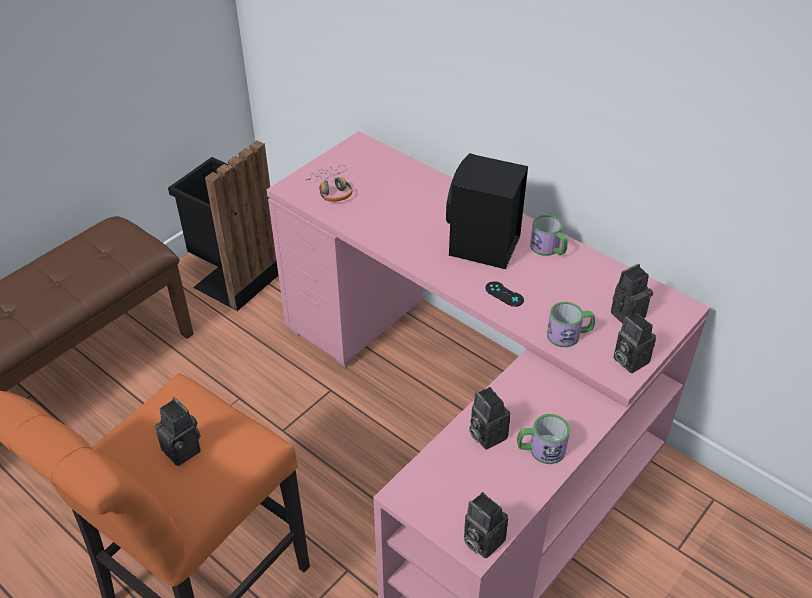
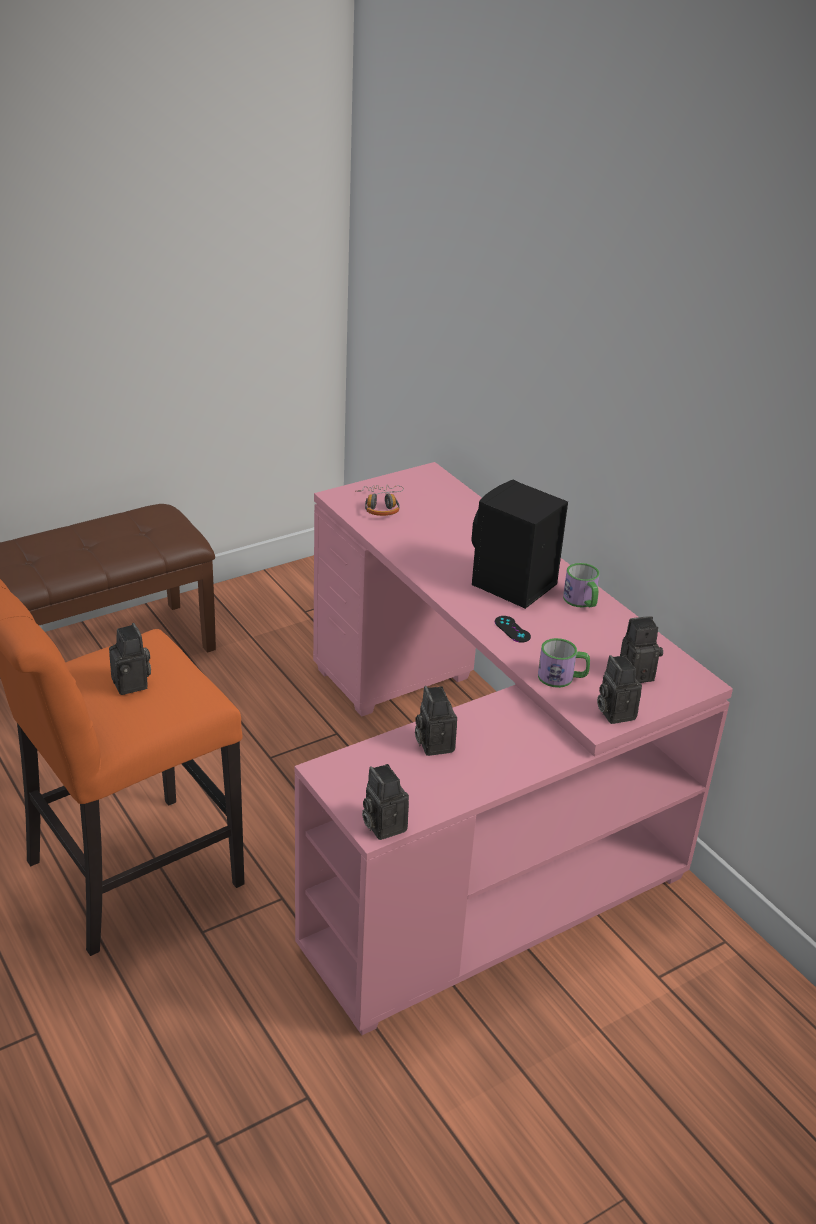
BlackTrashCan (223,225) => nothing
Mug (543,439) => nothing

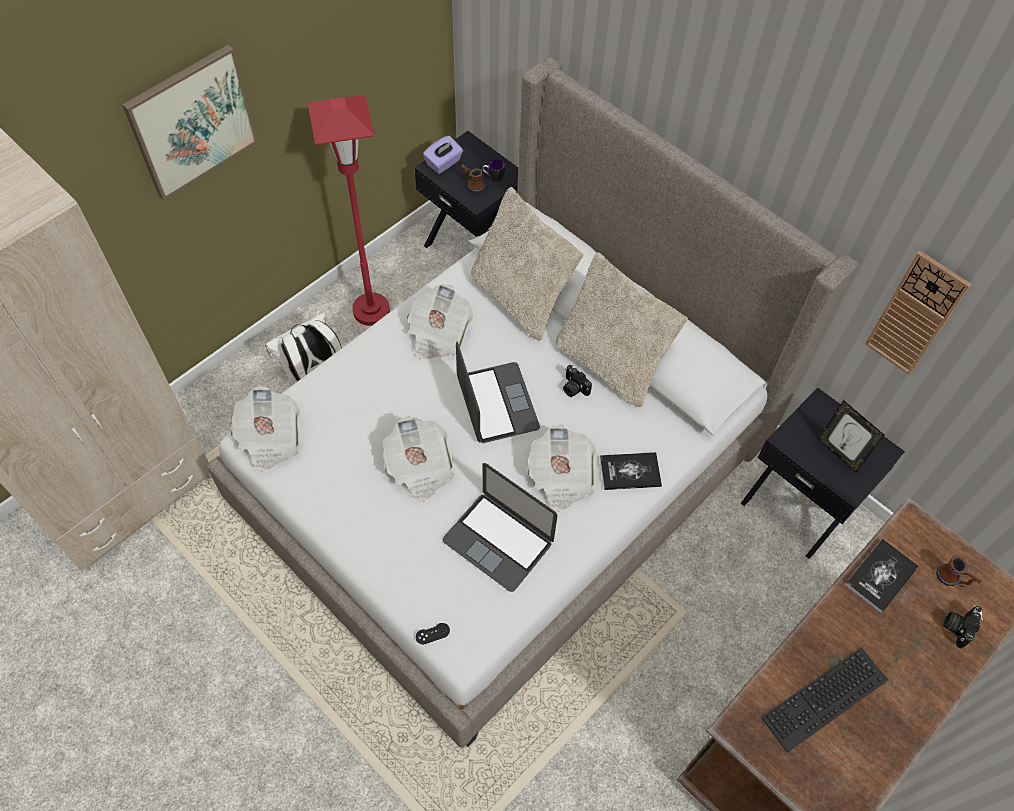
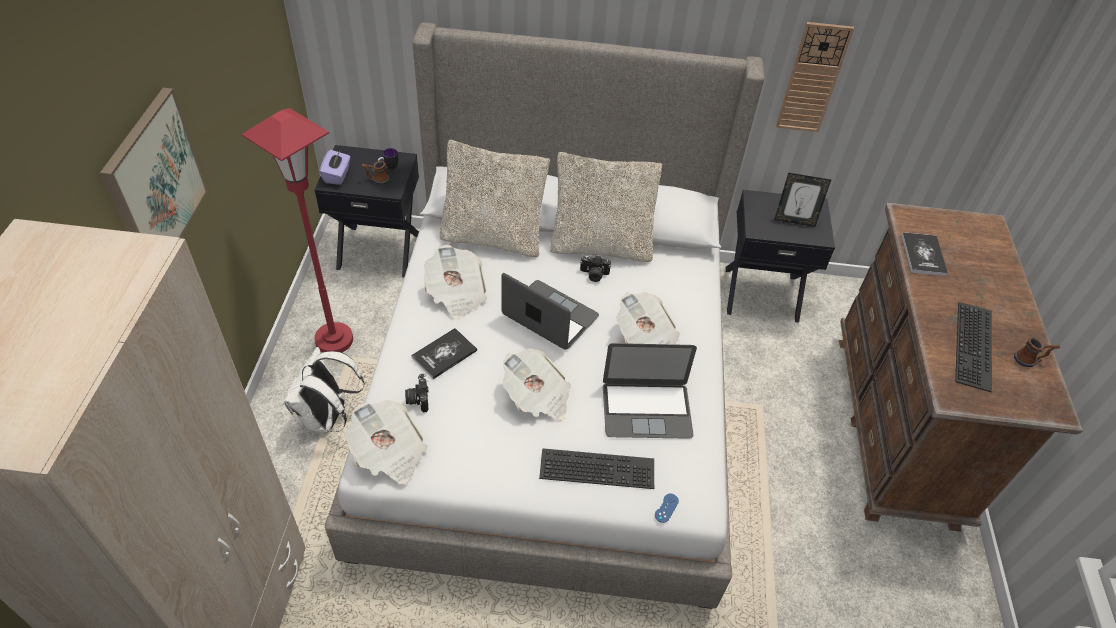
PhotoCamera (963,627) => PhotoCamera (416,393), shifted
Book (631,471) => Book (444,353), shifted
nothing => Keyboard (596,468)
BlackGameController (433,634) => BlueGameController (667,508)
Mug (959,571) => Mug (1037,352), shifted

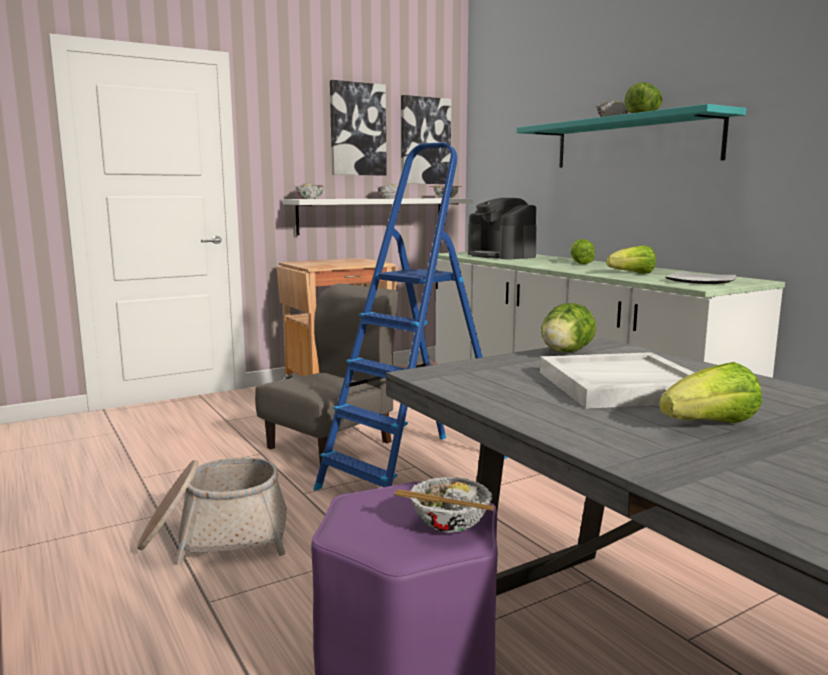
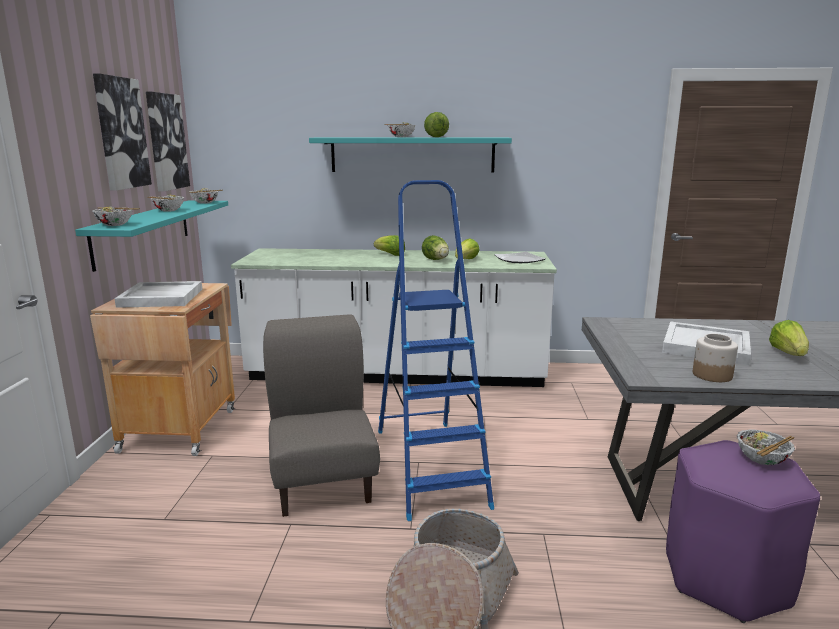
WhiteShelf (377,216) => TurquoiseShelf (151,236)
nothing => WhiteTray (158,294)
Lettuce (568,327) => Lettuce (435,247), shifted
nothing => Jar (715,358)
CoffeeMachine (502,228) => nothing

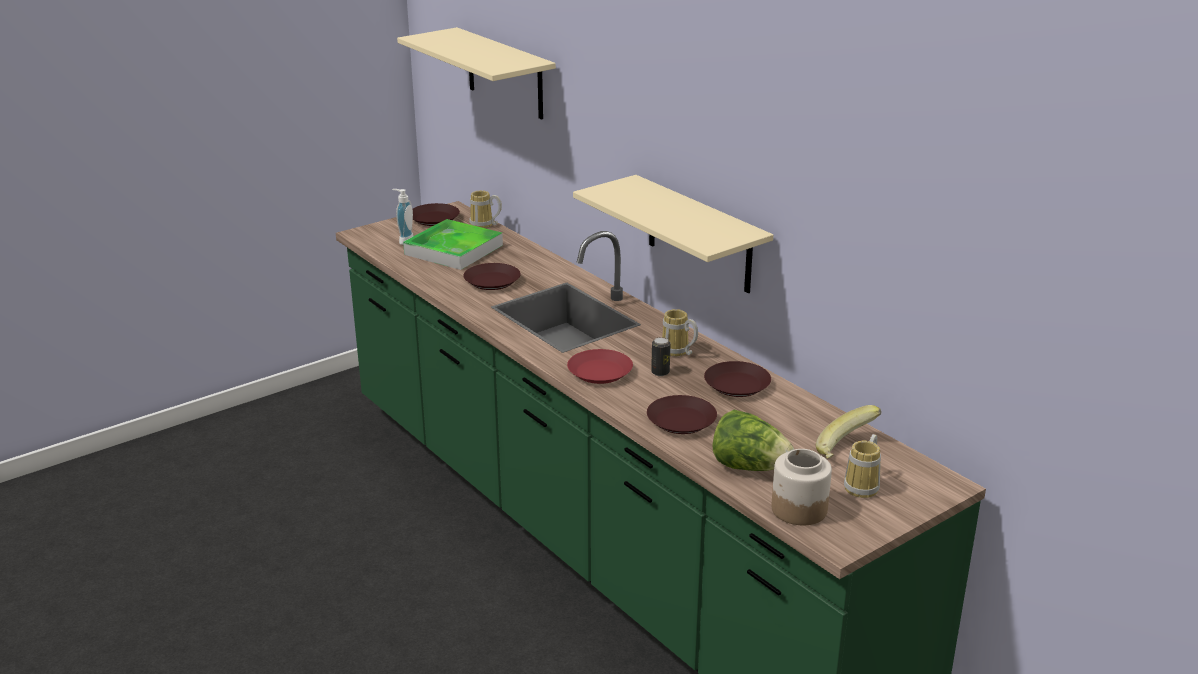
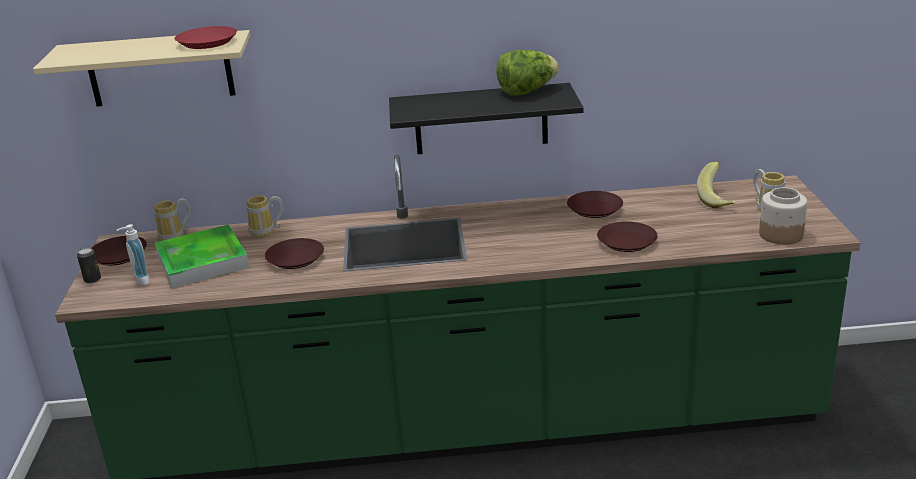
Can (661,356) => Can (89,265), shifted
RedPlate (600,366) => RedPlate (206,37), shifted
Mug (680,332) => Mug (265,216), shifted
BeigeShelf (673,234) => BlackShelf (486,118)
Lettuce (753,440) => Lettuce (527,73), shifted

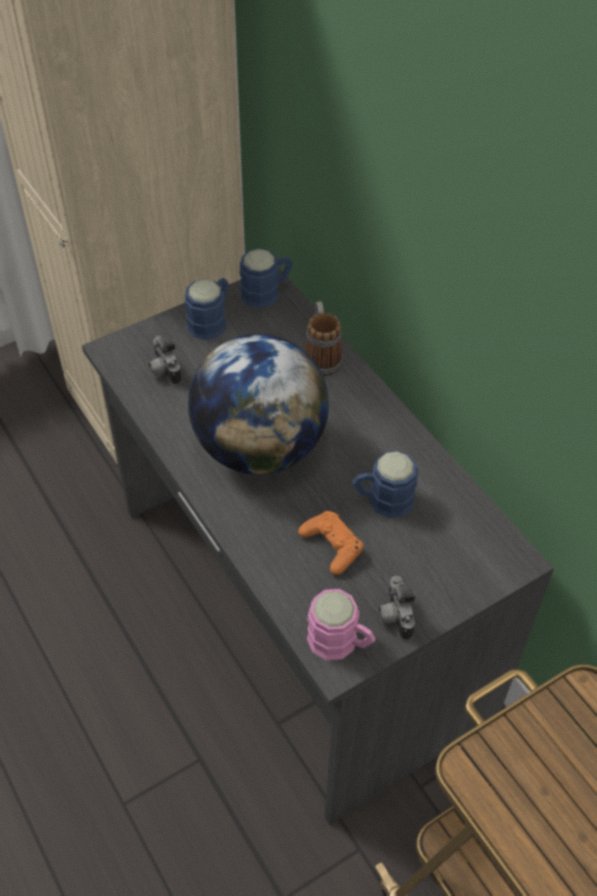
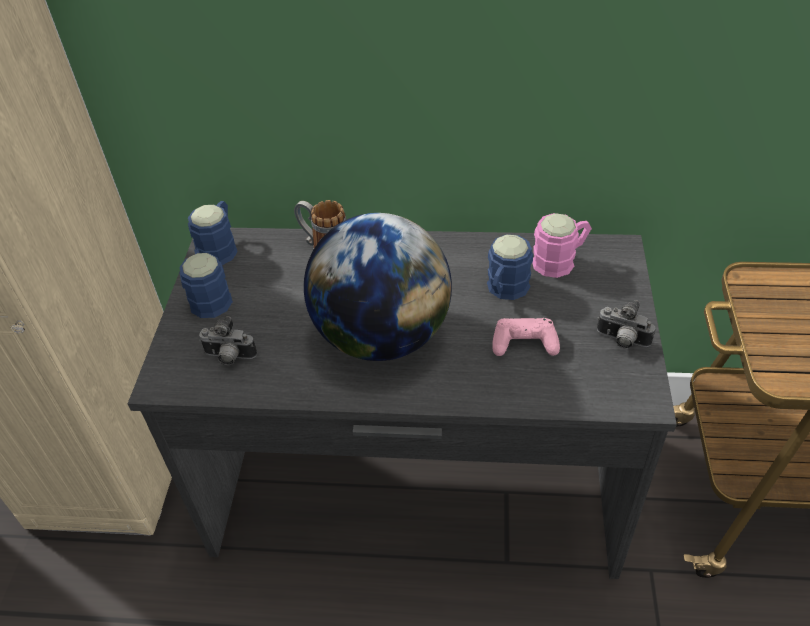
OrangeGameController (330,543) => PinkGameController (526,337)
PinkMug (341,624) => PinkMug (562,245), shifted

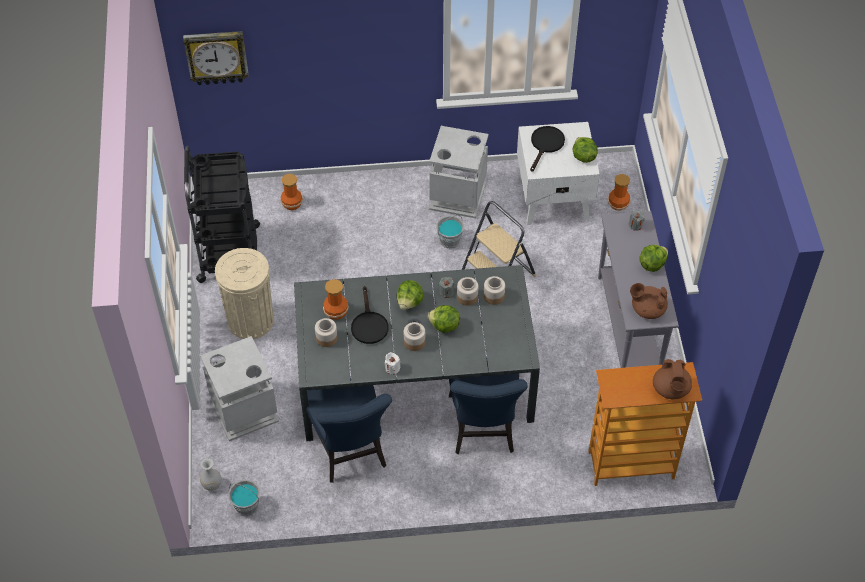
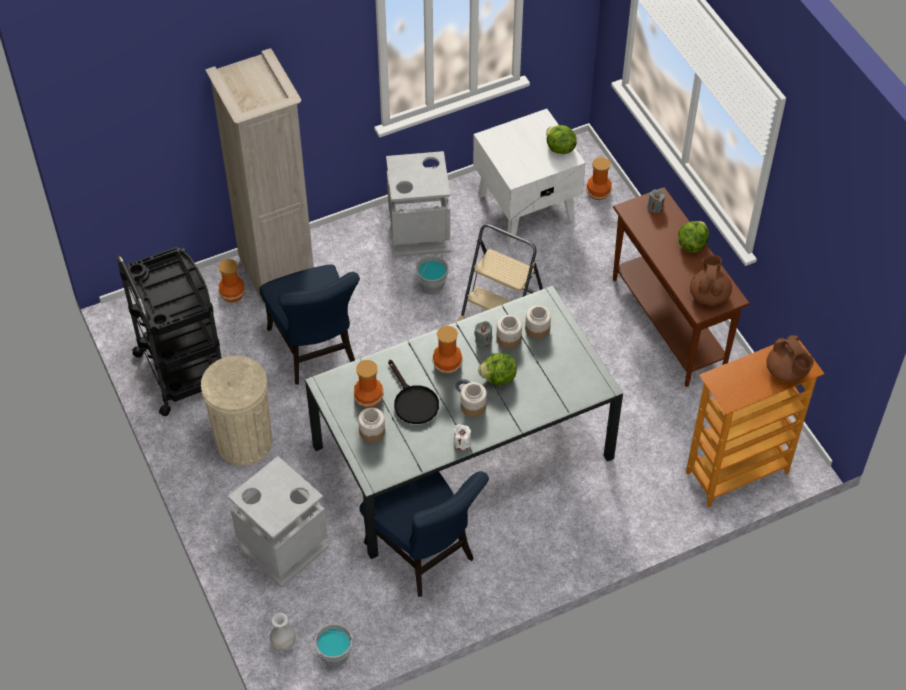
nothing => BeigeCabinet (259,177)
BlueChair (488,405) => BlueChair (309,324), shifted
Lettuce (410,295) => Vase (447,350)
GreyConsoleTable (638,289) => BrownConsoleTable (681,287)
BrownTeapot (649,301) => BrownTeapot (711,280), 105 degrees clockwise
WallClock (216,58) => nothing
BlackFryingPan (547,149) => nothing

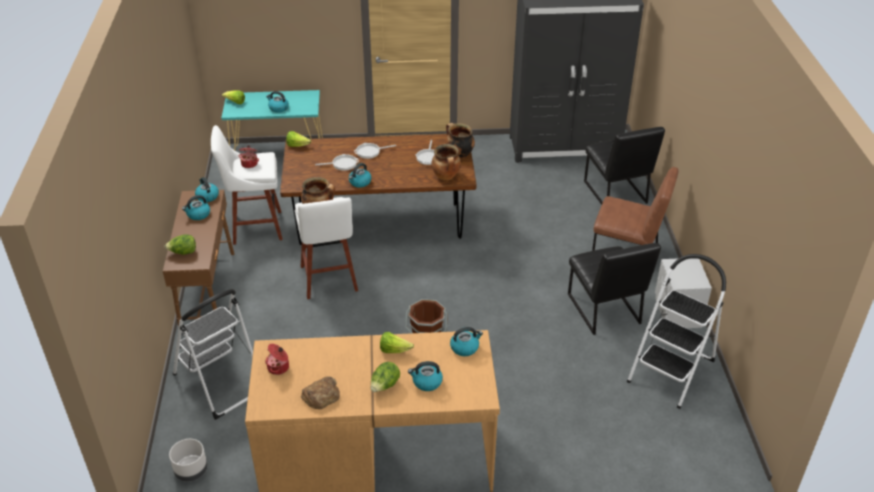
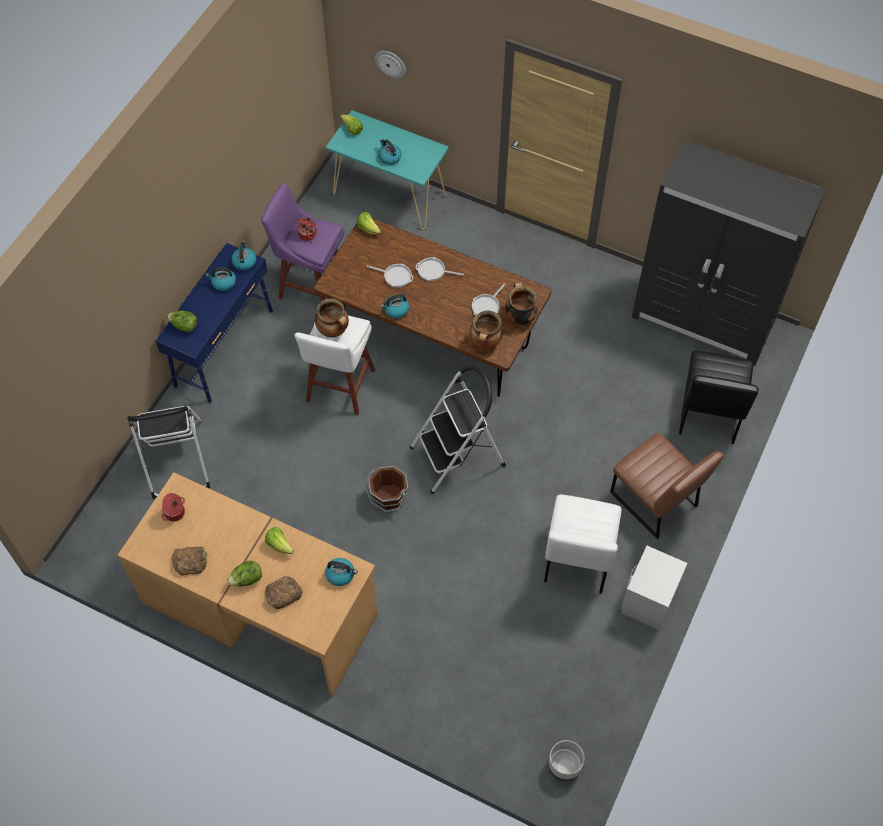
BrownConsoleTable (198,259) => BlueConsoleTable (214,323)
WhiteStool (247,185) => PurpleStool (302,242)
Kettle (425,376) => Bread (284,592)
nothing => WallClock (390,64)
StepLadder (676,331) => StepLadder (458,430), shifted
BlackChair (614,289) => WhiteChair (583,544)
GreyPlanter (188,460) => GreyPlanter (566,761), shifted

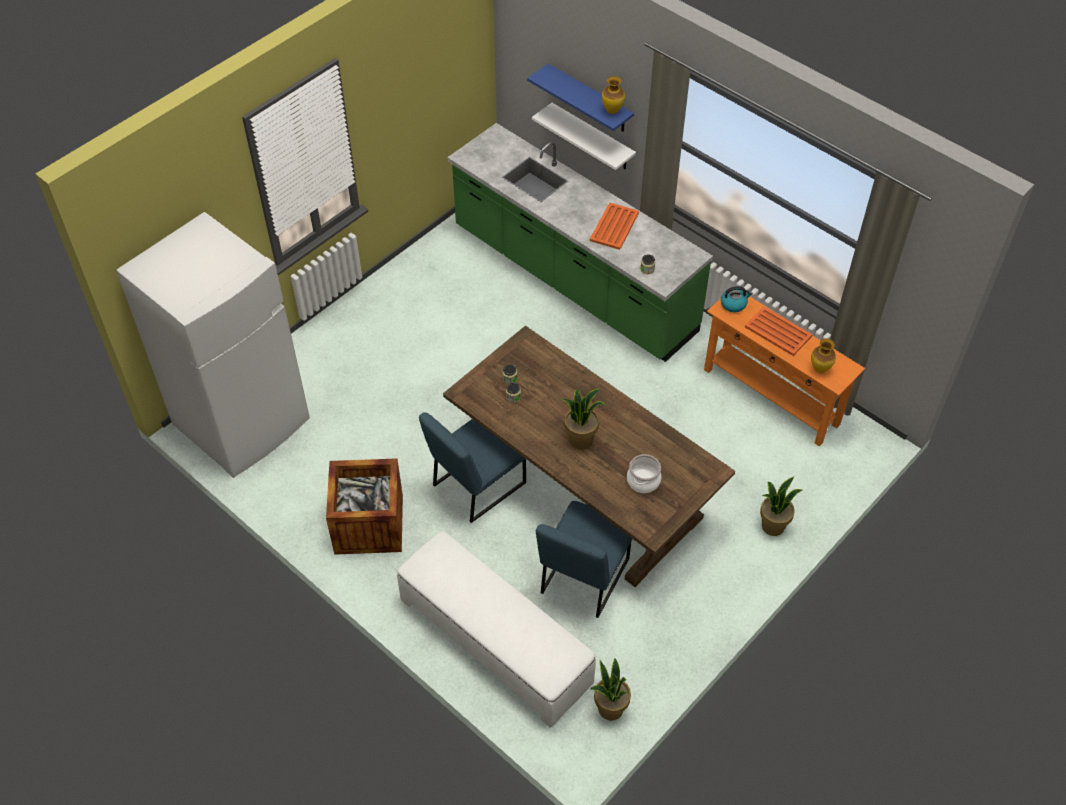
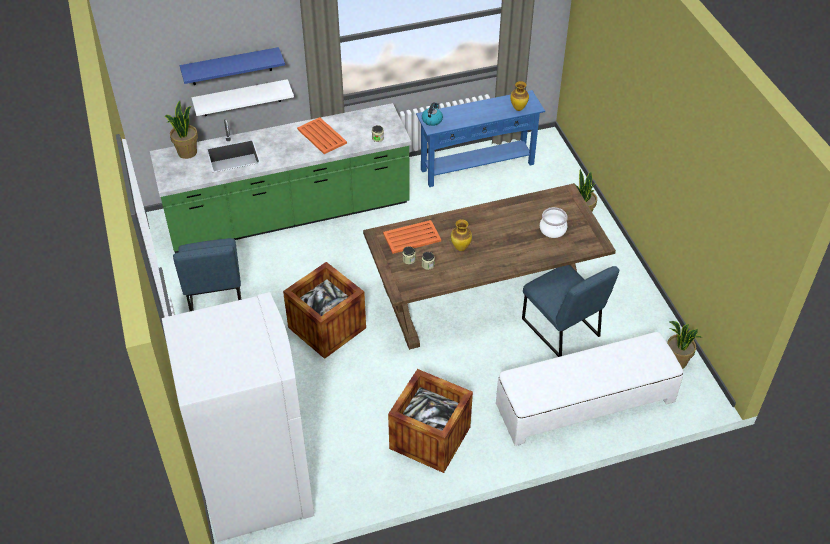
PottedPlant (583,419) => PottedPlant (181,130), shifted
BlueChair (472,468) => BlueChair (207,274), shifted
nothing => Crate (324,310)
OrangeTray (779,331) => OrangeTray (412,237), shifted
OrangeConsoleTable (784,371) => BlueConsoleTable (480,138)
Vase (613,95) => Vase (461,235), shifted

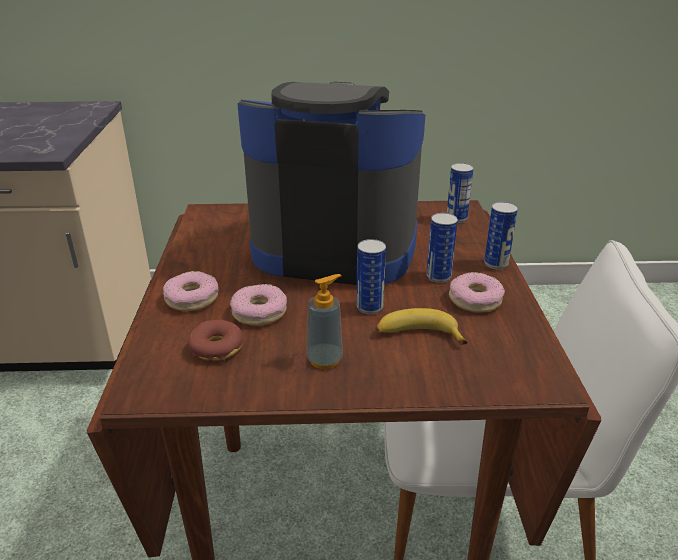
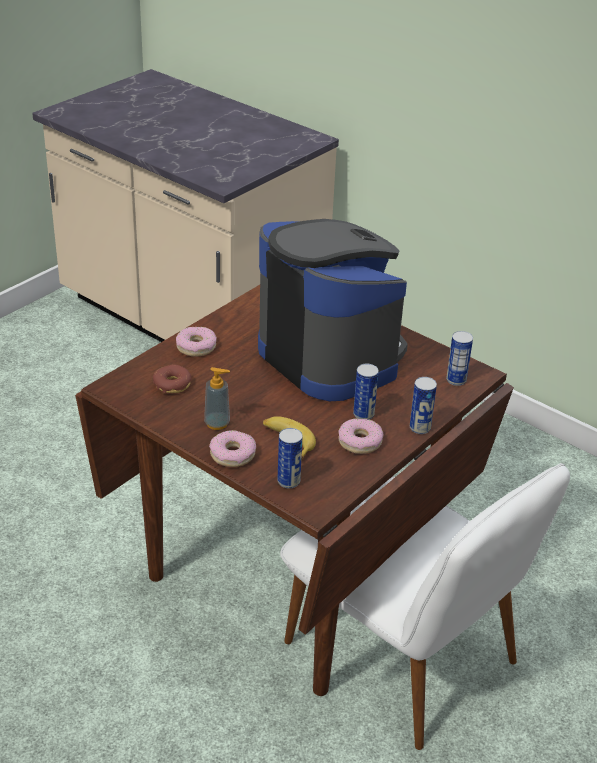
Donut (258,305) => Donut (232,448), shifted
Can (371,276) => Can (290,458), shifted

